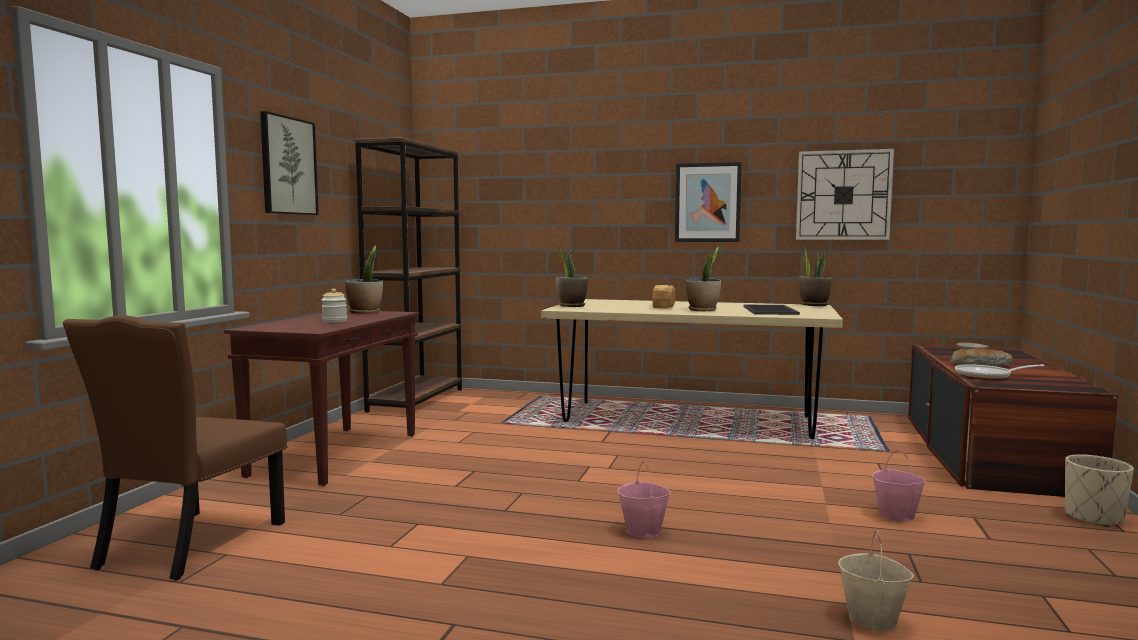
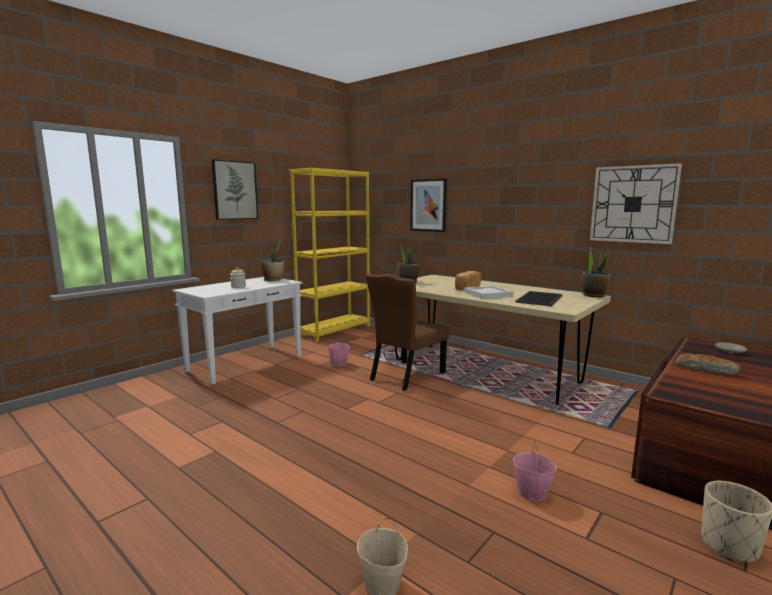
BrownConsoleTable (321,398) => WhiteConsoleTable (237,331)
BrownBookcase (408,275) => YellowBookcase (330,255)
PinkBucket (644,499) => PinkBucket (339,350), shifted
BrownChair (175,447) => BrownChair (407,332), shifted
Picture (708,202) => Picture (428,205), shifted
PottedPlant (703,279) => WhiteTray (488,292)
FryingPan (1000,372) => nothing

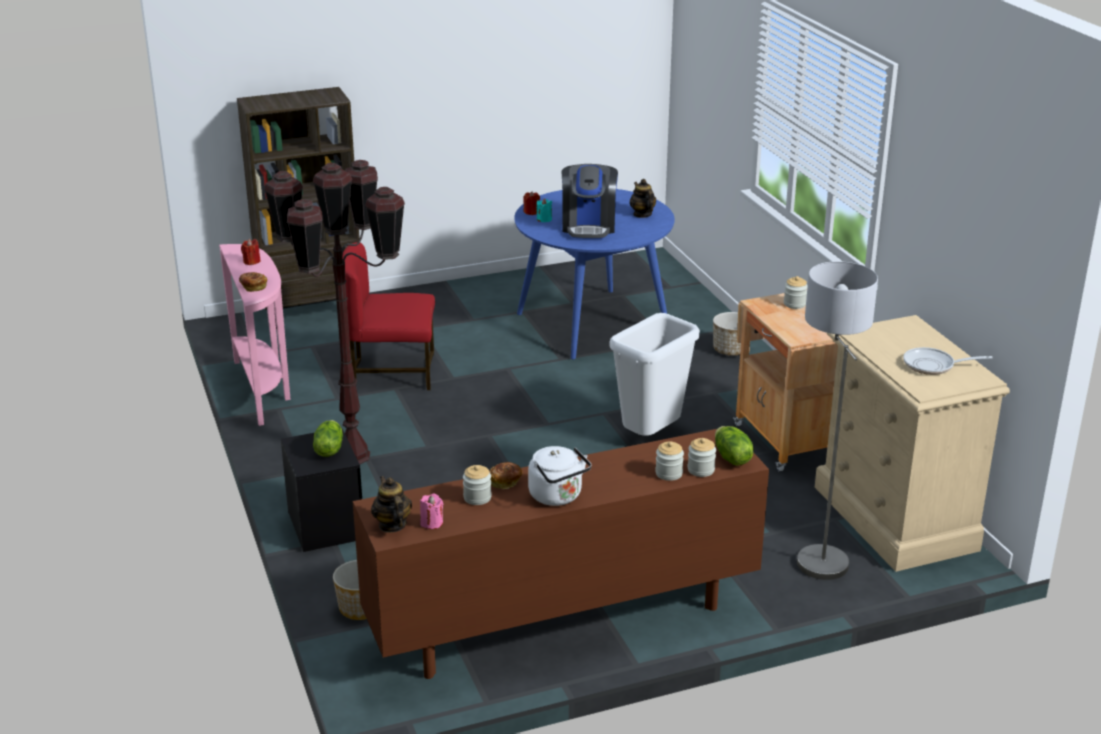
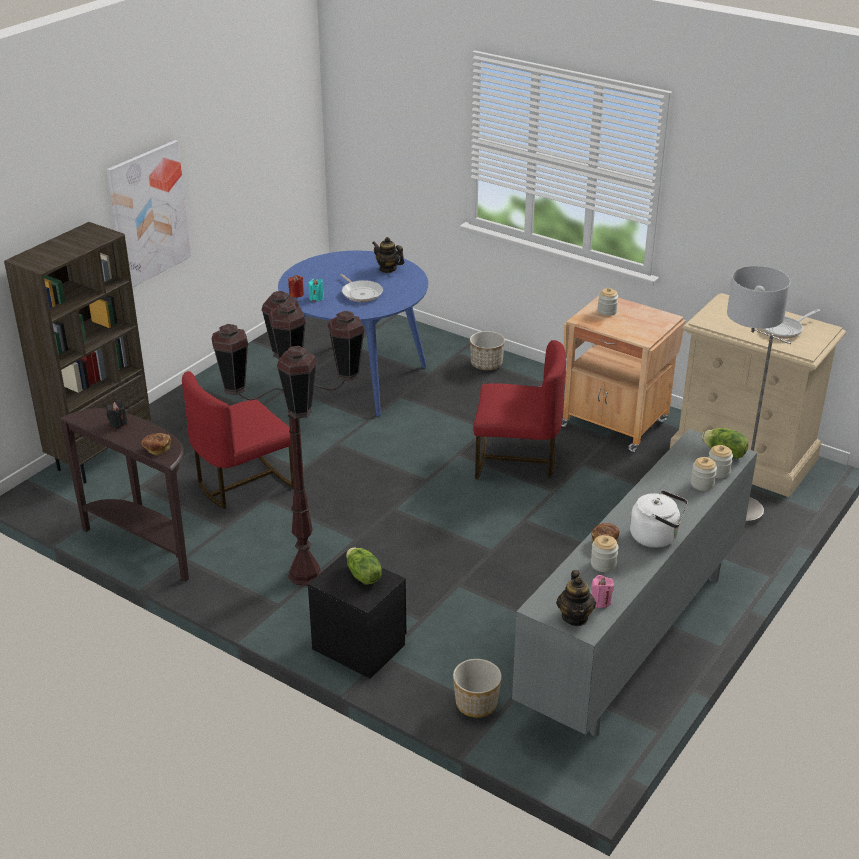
PinkConsoleTable (255,335) => BrownConsoleTable (123,495)
nothing => Picture (149,214)
RedCandle (251,252) => BlackCandle (117,414)
CoffeeMachine (589,201) => FryingPan (361,288)
WhiteTrashCan (654,374) => RedChair (519,409)
BrownCabinet (561,554) => GreyCabinet (634,582)
Teapot (391,504) => Teapot (576,598), 120 degrees counterclockwise

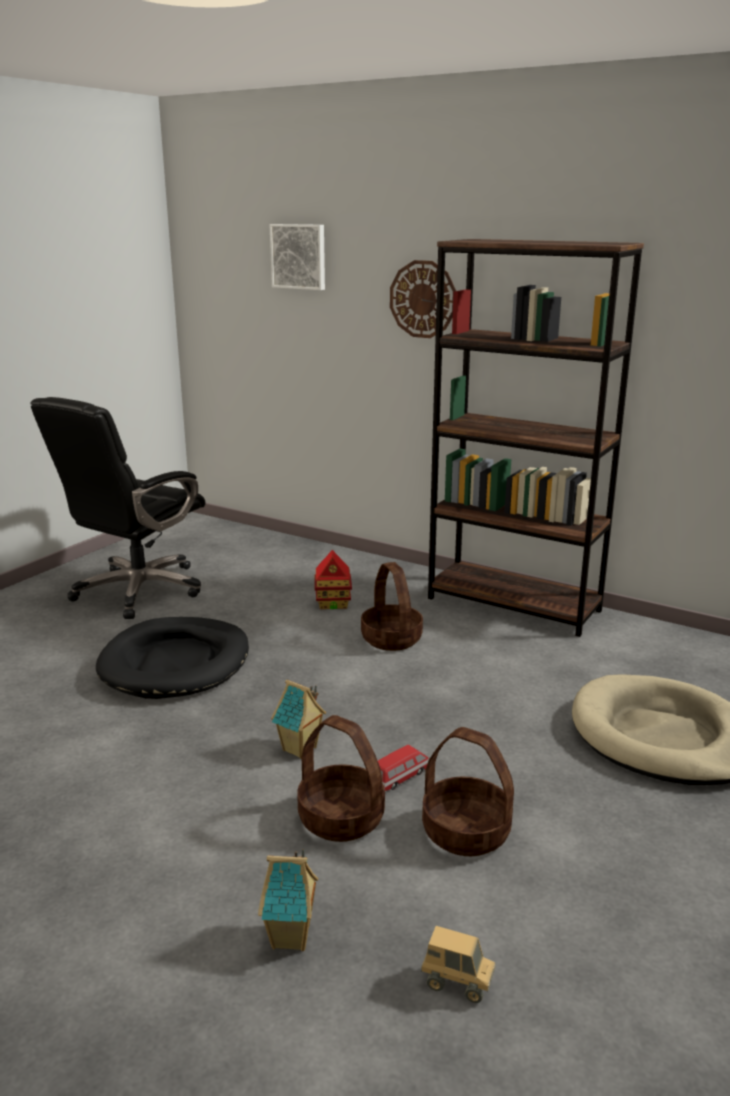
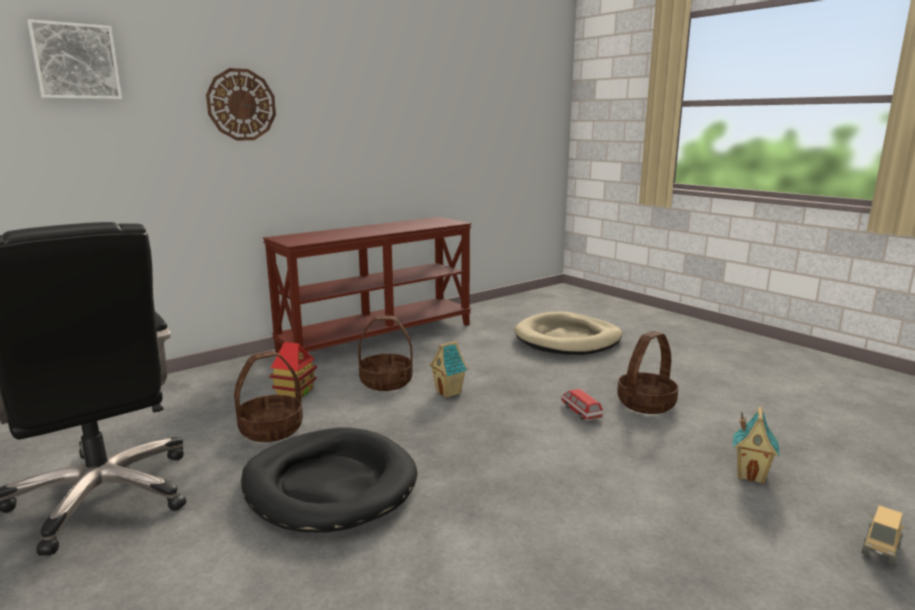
Basket (341,778) => Basket (268,396), shifted
BrownBookcase (536,438) => BrownConsoleTable (367,285)
ToyHouse (298,719) => ToyHouse (448,369), shifted
ToyTruck (458,964) => ToyTruck (883,535), shifted

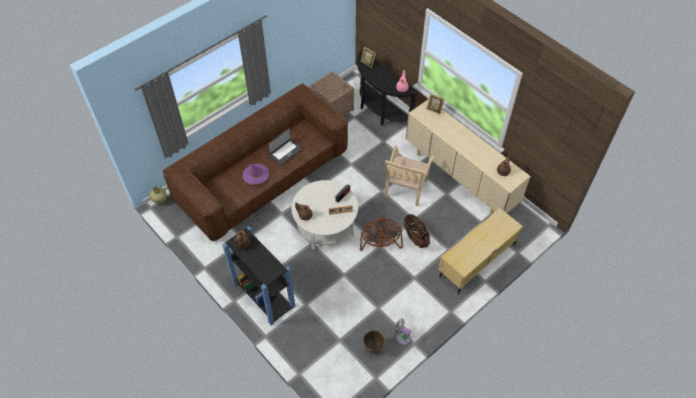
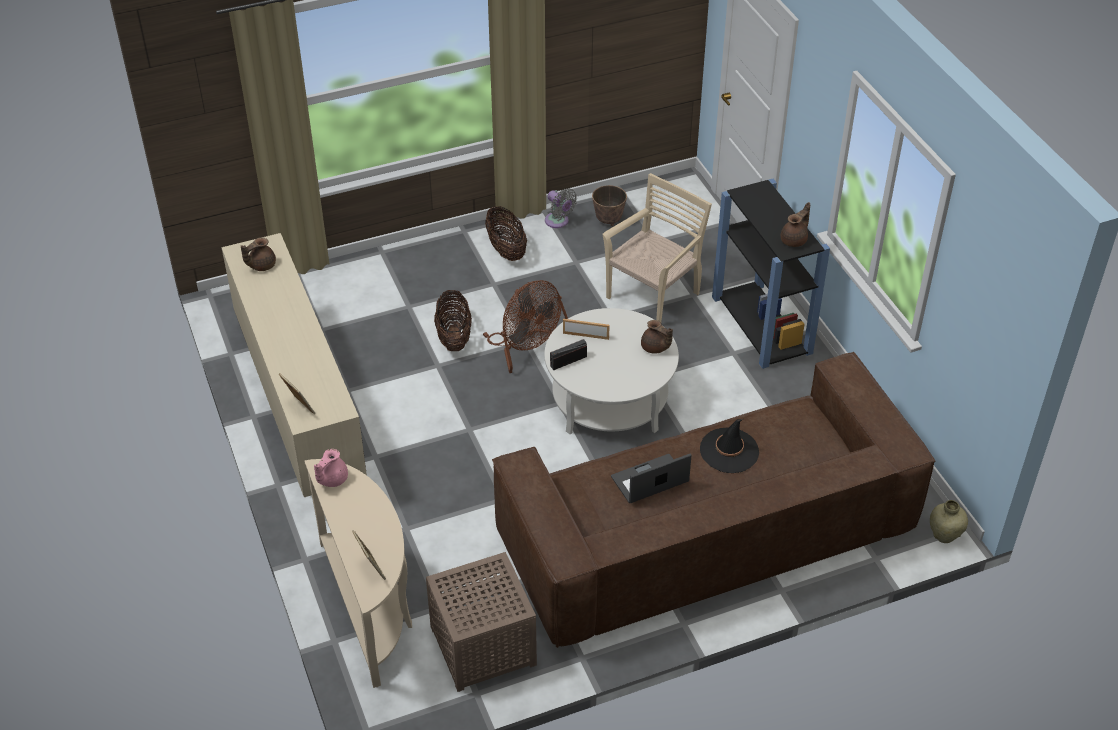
BlackConsoleTable (387,88) => BeigeConsoleTable (358,573)
BrownFan (381,234) => BrownFan (525,326), 120 degrees clockwise
nothing => Basket (506,233)
BeigeArmchair (409,175) => BeigeArmchair (657,247), shifted
PurpleHat (256,174) => BlackHat (729,446)
BeigeTvStand (480,251) => nothing

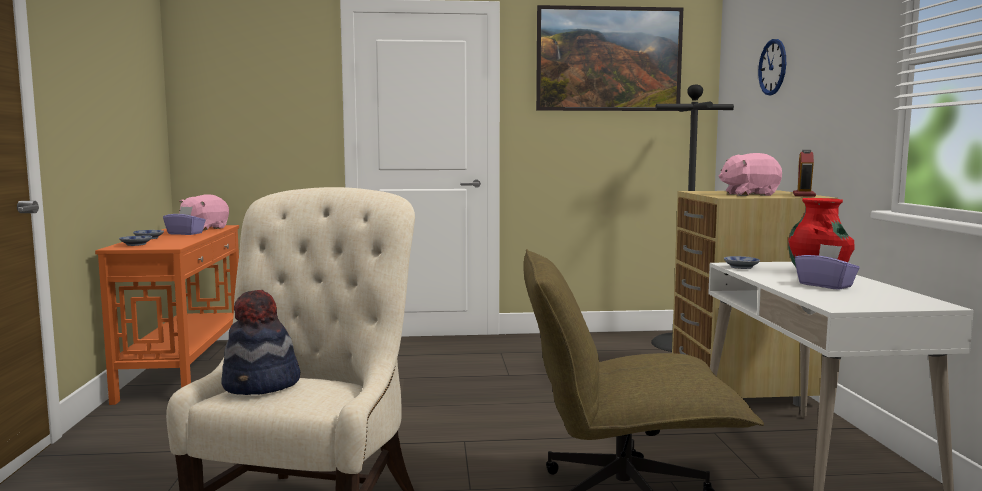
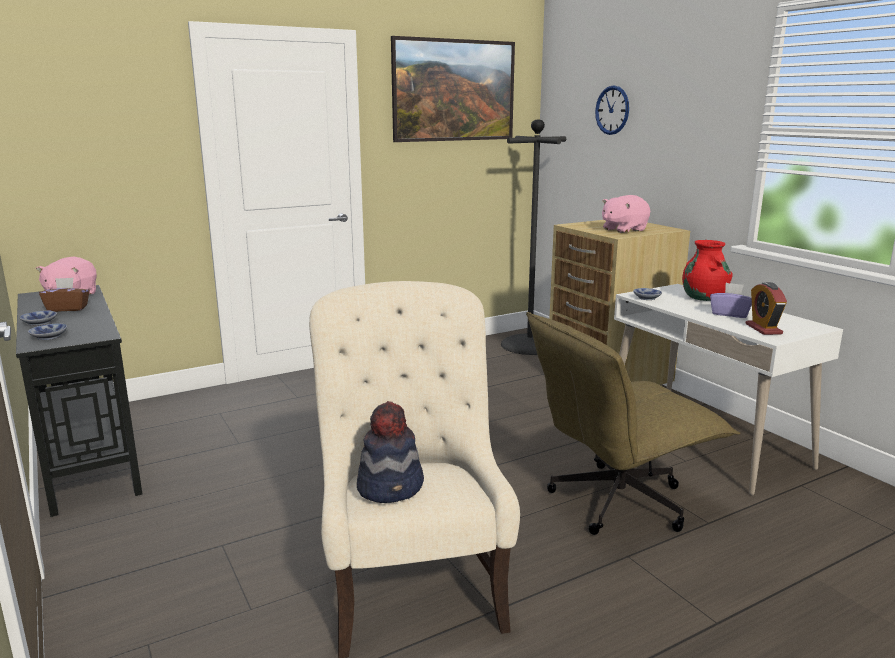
OrangeConsoleTable (167,315) => BlackConsoleTable (79,401)
PurpleTissueBox (184,221) => BrownTissueBox (64,295)
AlarmClock (804,173) => AlarmClock (766,308), shifted

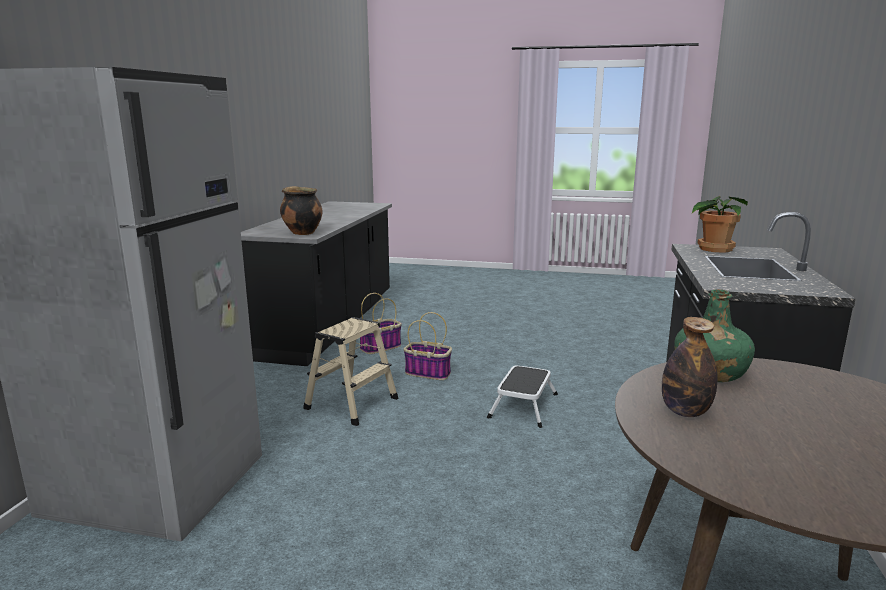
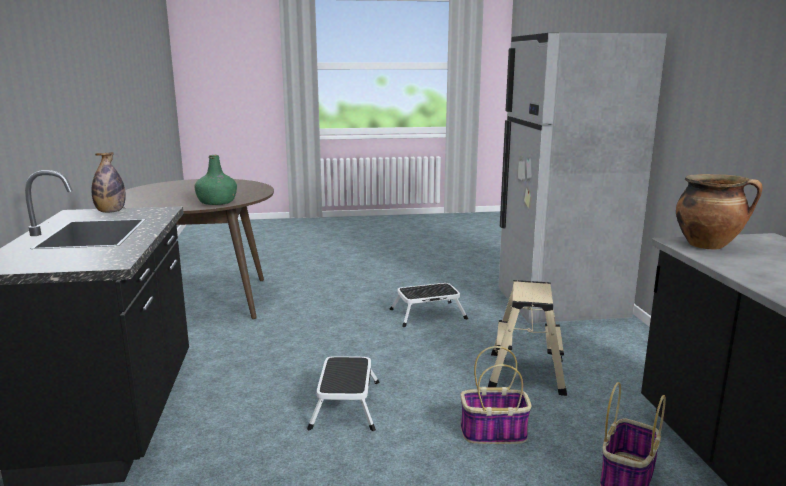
Bottle (690,367) => Bottle (109,182), shifted
nothing => BlackStepLadder (428,305)
PottedPlant (720,224) => nothing

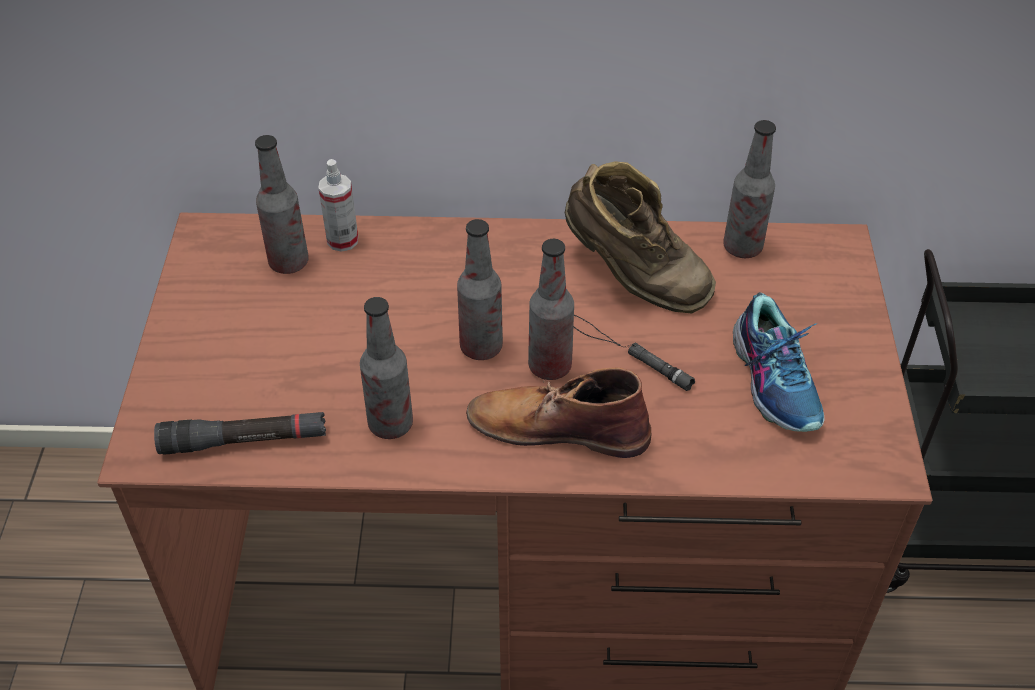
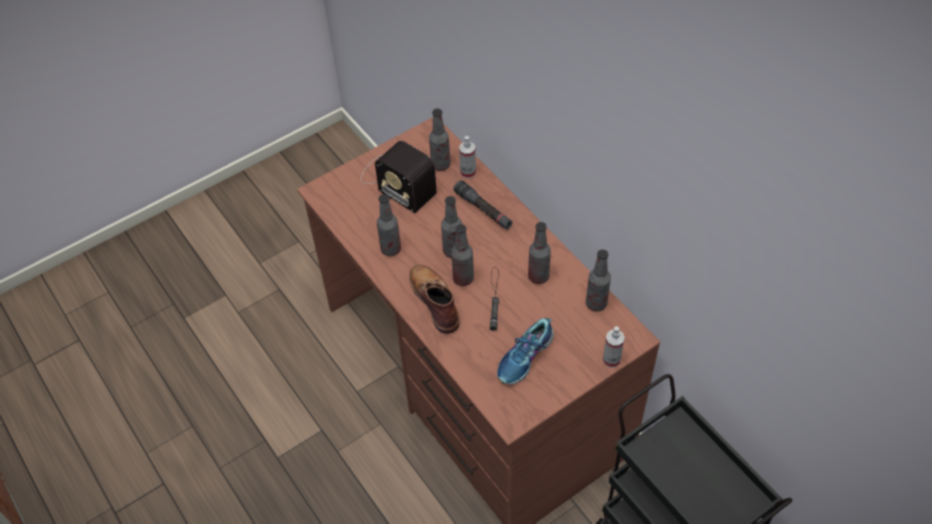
nothing => Radio (399,177)
BlackFlashlight (240,433) => BlackFlashlight (483,205), shifted
BrownBoot (640,237) => Bottle (539,253)
nothing => SprayBottle (614,346)

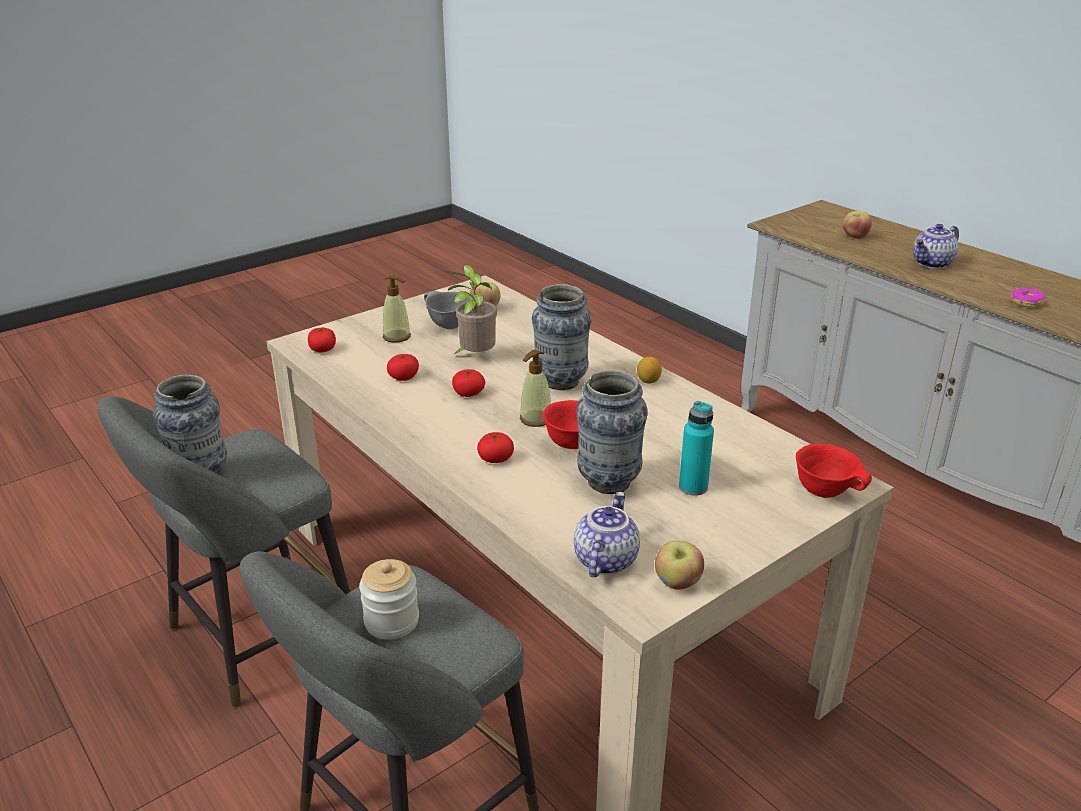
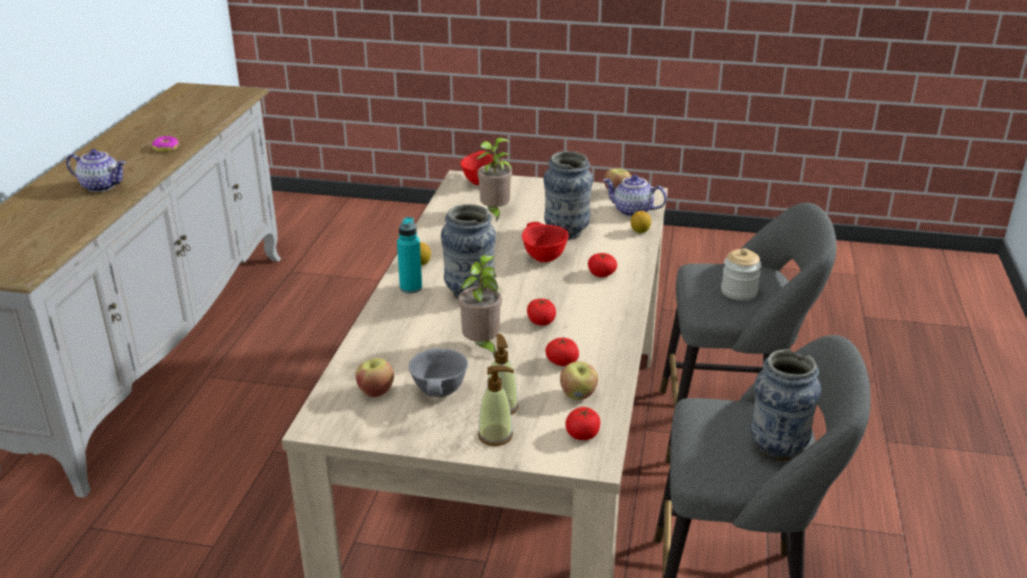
TurquoiseBottle (696,448) => TurquoiseBottle (409,255), shifted
nothing => PottedPlant (495,180)
SoapDispenser (535,388) => SoapDispenser (496,405), shifted
Apple (857,225) => Apple (579,380), shifted
Teapot (607,534) => Teapot (635,196), 45 degrees clockwise
nothing => Lemon (641,222)

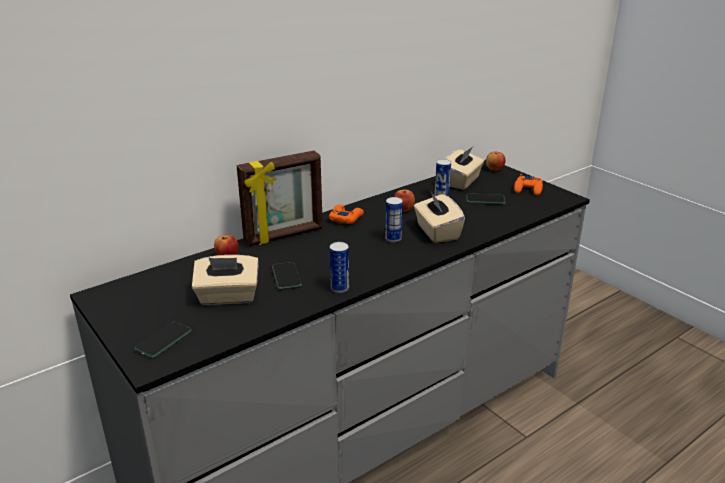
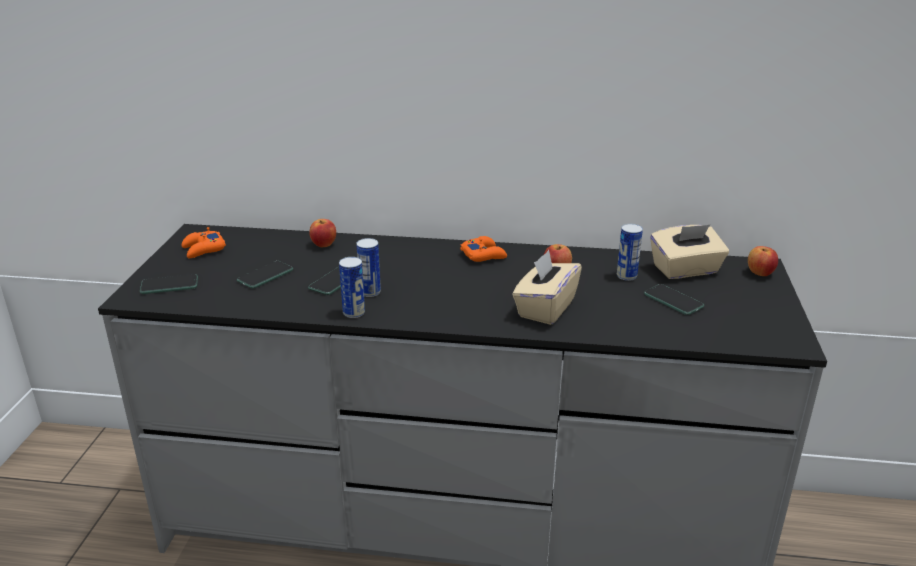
OrangeGameController (528,185) => OrangeGameController (203,242), shifted
BeigeTissueBox (225,280) => Phone (265,274)
Can (394,220) => Can (368,267), shifted
PictureFrame (280,198) => nothing

